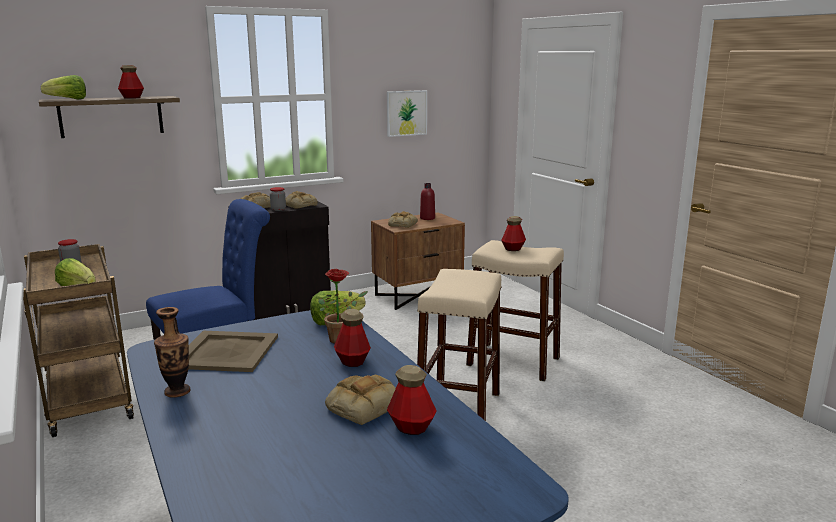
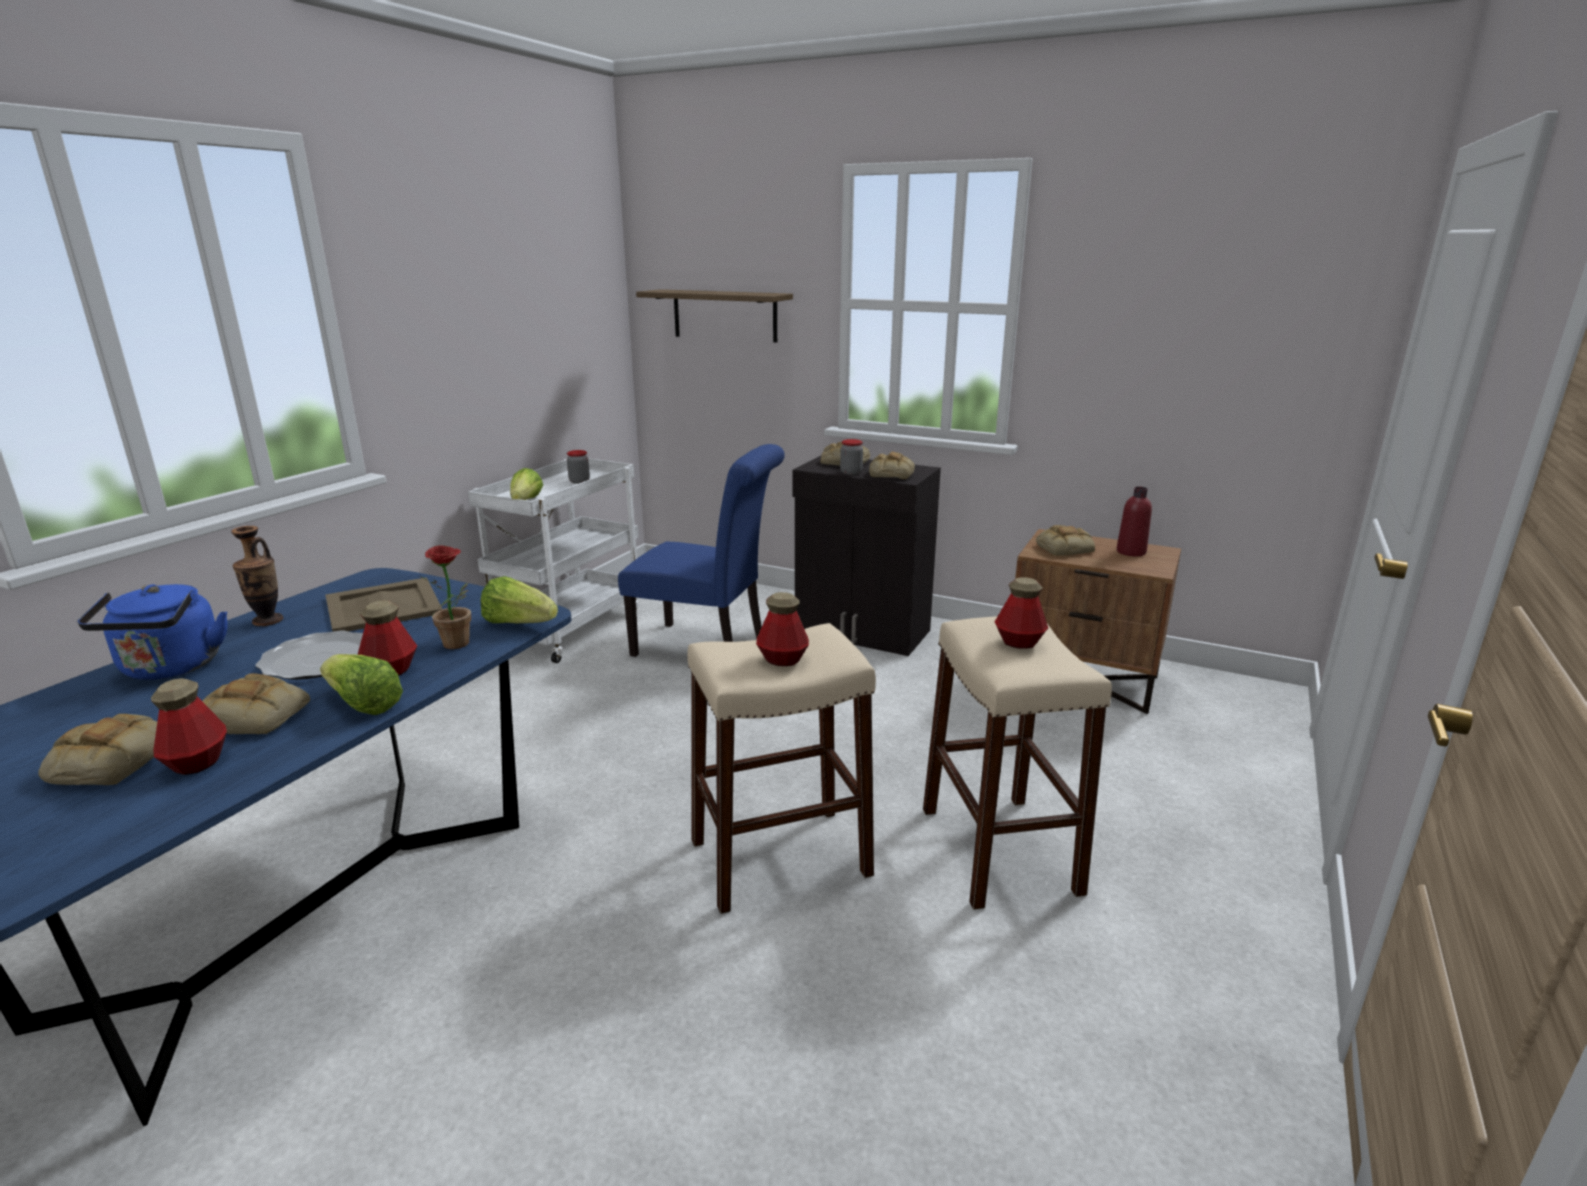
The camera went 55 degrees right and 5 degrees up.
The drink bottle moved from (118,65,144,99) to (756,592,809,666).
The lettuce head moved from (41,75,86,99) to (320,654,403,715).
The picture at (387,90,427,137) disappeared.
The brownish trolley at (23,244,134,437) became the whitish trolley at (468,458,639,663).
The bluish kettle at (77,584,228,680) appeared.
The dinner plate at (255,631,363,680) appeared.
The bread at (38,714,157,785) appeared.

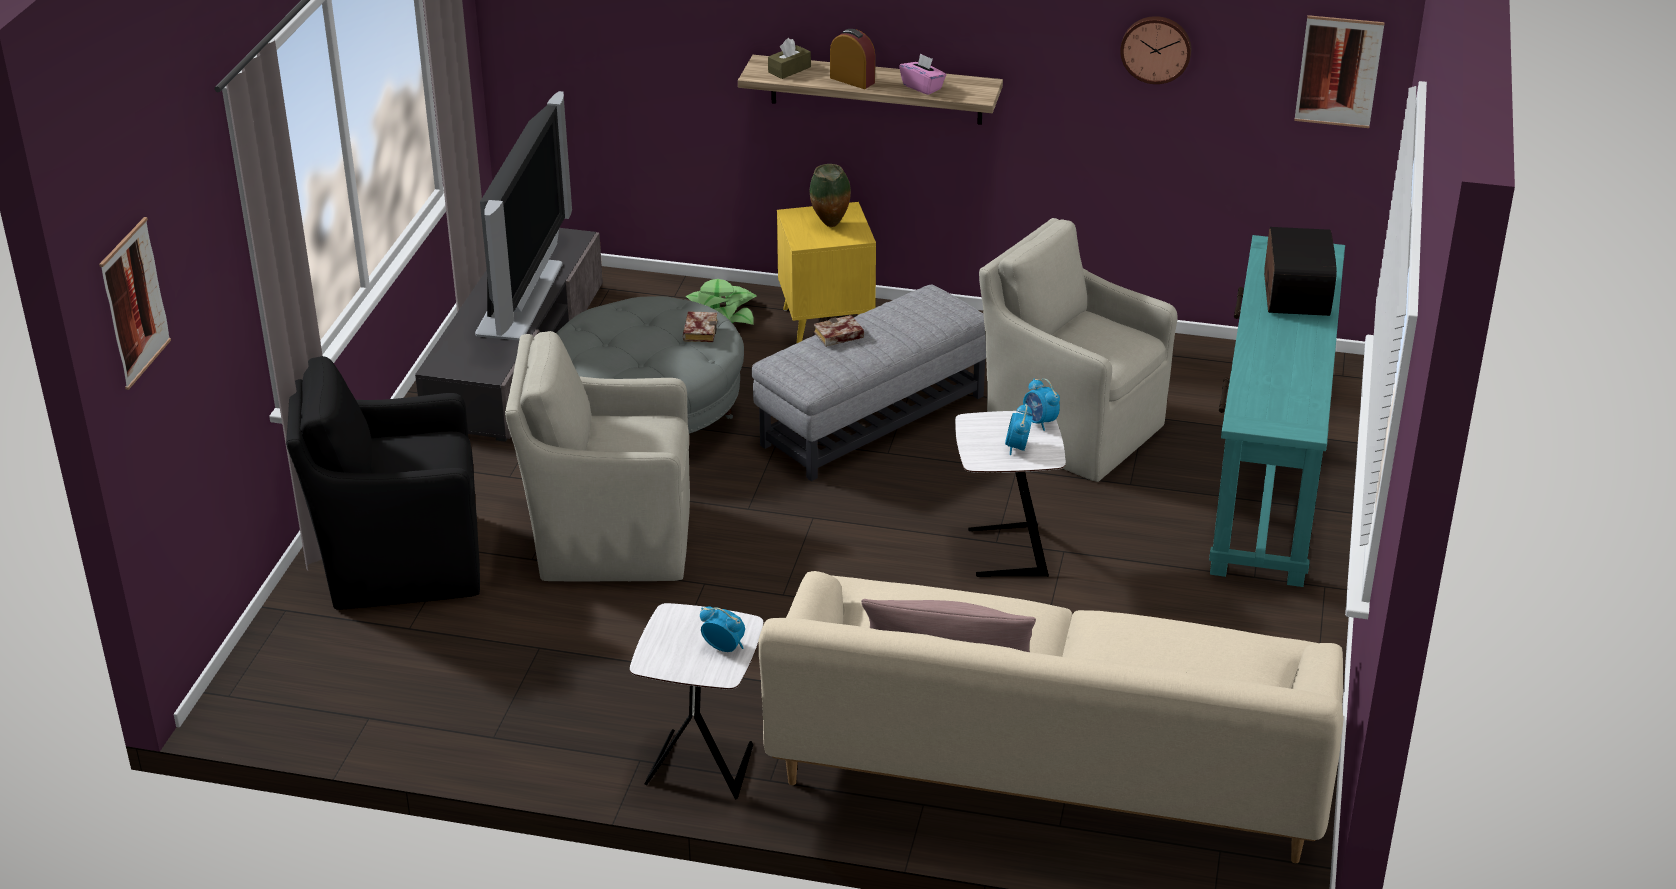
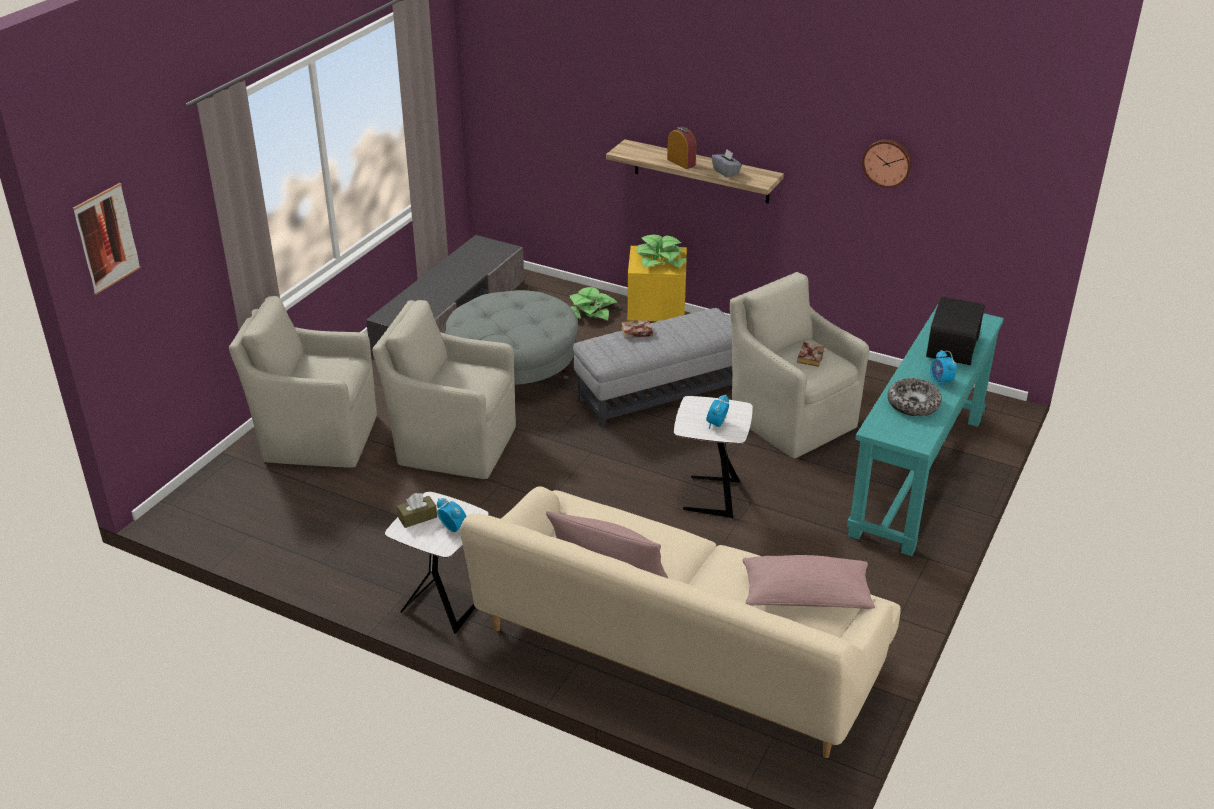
The camera went 15 degrees right and 0 degrees up.
The picture at (1294,15,1385,128) disappeared.
The brownish tissue box moved from (768,38,811,79) to (397,493,437,528).
The pink-coloured tissue box at (899,53,946,95) became the greyish tissue box at (712,149,742,178).
The TV at (475,91,572,340) disappeared.
The vase at (810,164,851,227) was replaced by the houseplant at (637,235,687,268).
The bound book moved from (683,311,718,342) to (797,342,825,367).
The blackish lounge chair at (286,356,480,610) became the beige-coloured lounge chair at (229,296,377,468).
The bedside clock moved from (1023,378,1060,431) to (930,350,957,388).
The serving bowl at (887,378,942,416) appeared.
The pink-coloured pillow at (743,555,875,609) appeared.

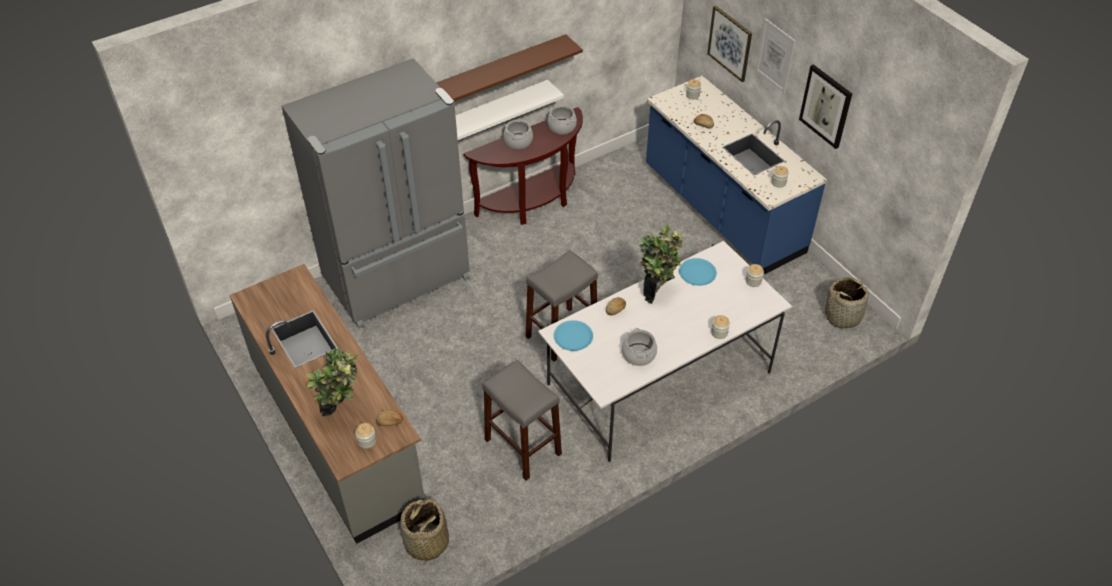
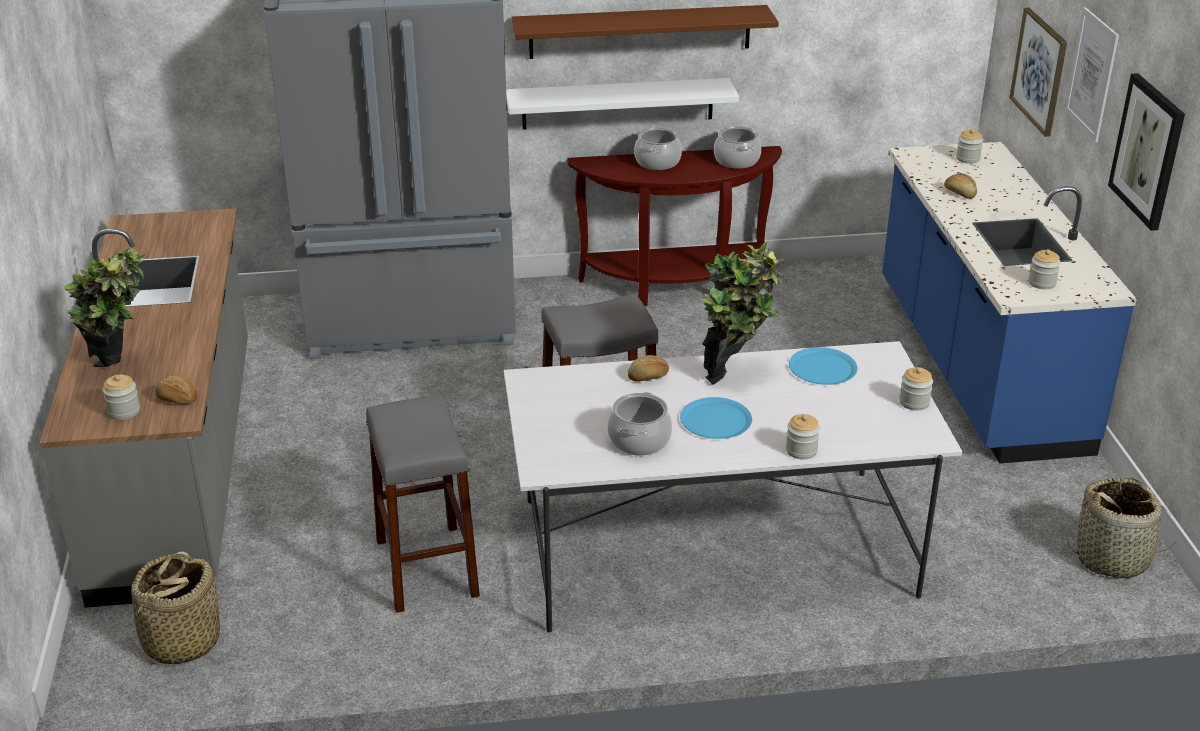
The camera went 25 degrees right and 15 degrees down.
The bluish dinner plate moved from (554,320,593,351) to (680,397,752,439).

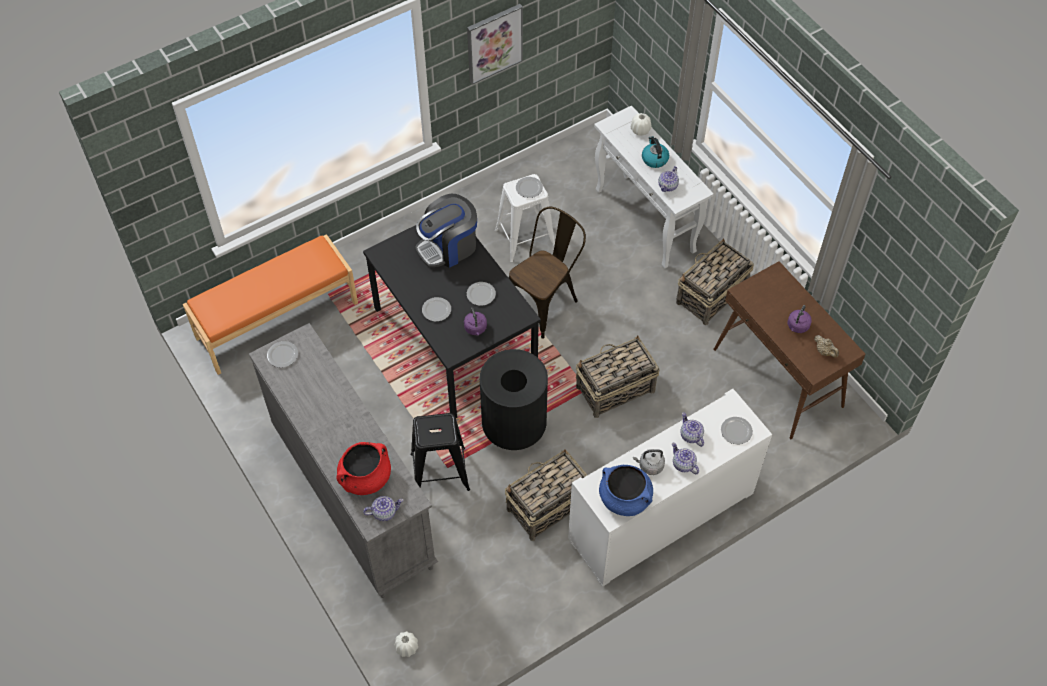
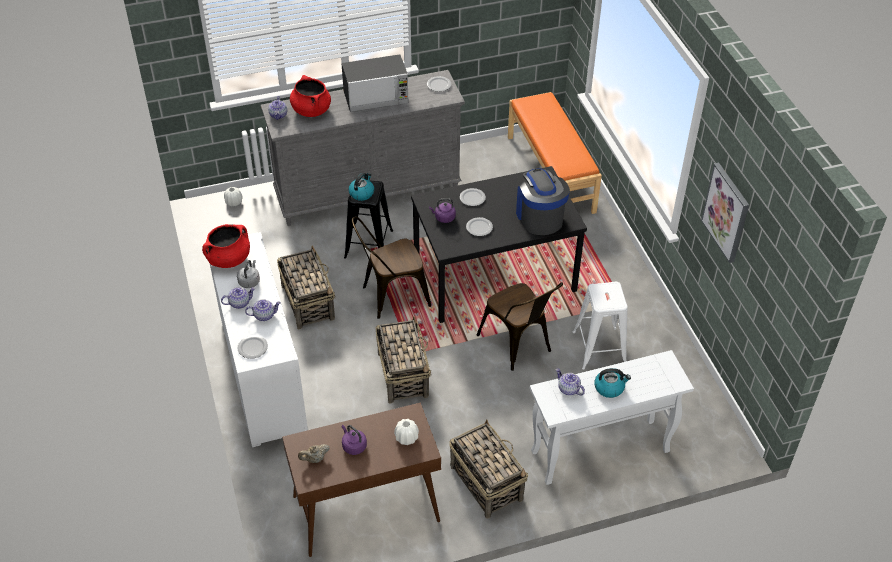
The camera went 105 degrees right and 10 degrees down.
The whitish vase moved from (631,113,651,136) to (394,419,419,445).
The dinner plate at (516,177,543,198) disappeared.
The blackish waste bin at (480,349,548,450) was replaced by the brownish upright chair at (352,217,431,319).
The bluish cooking pot at (599,465,653,516) became the reddish cooking pot at (202,224,250,268).
The microwave at (342,54,409,112) appeared.
The kettle at (349,173,374,201) appeared.

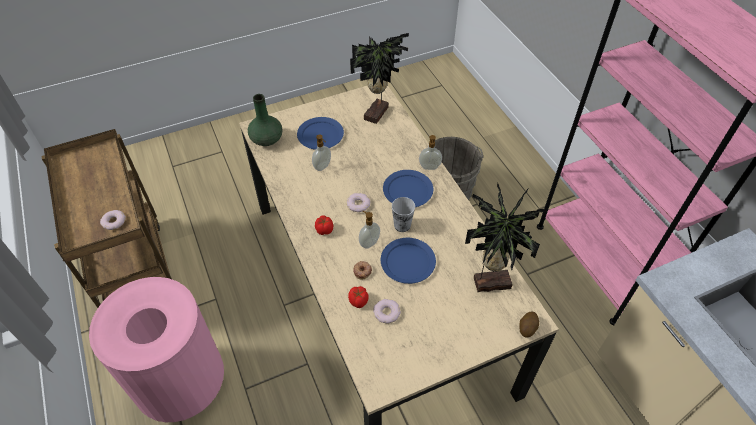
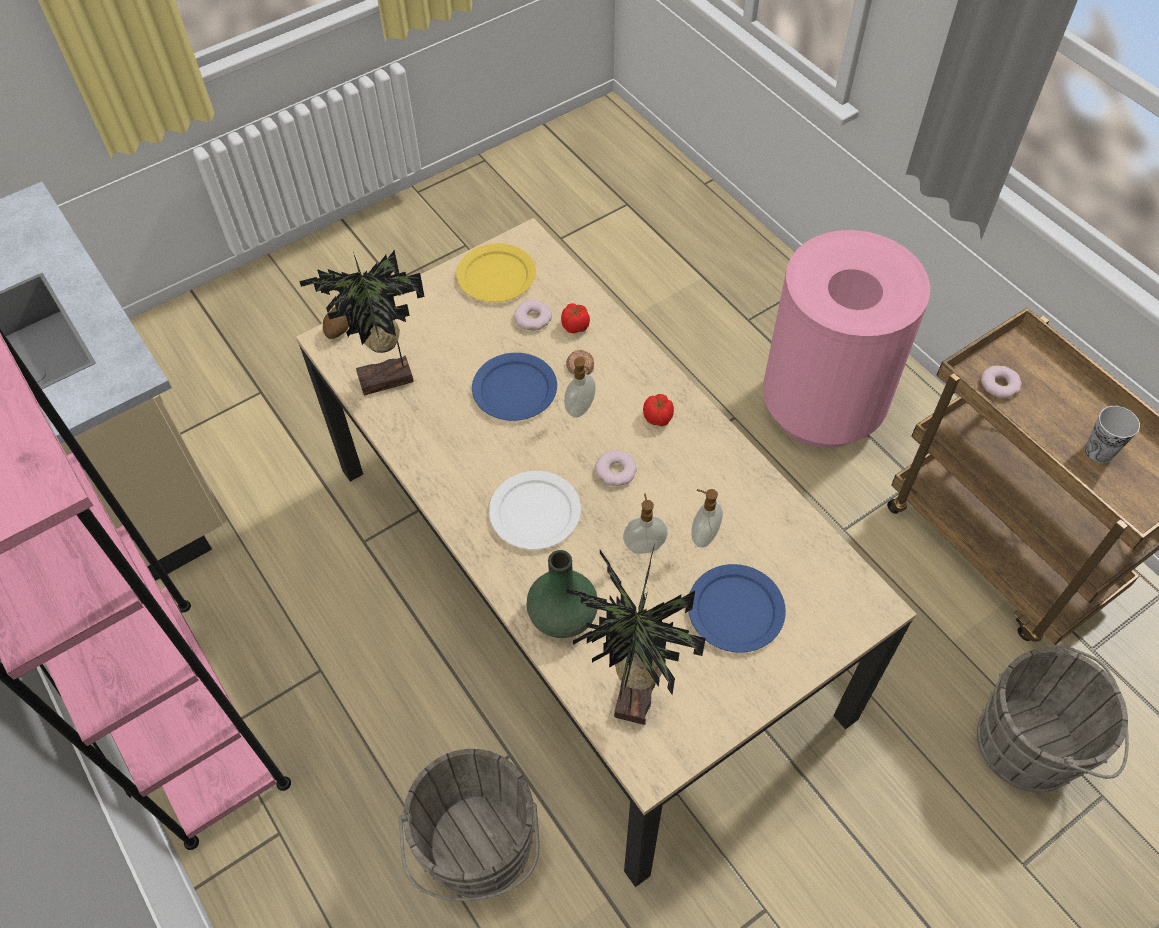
The camera went 170 degrees right and 5 degrees up.
The green vase moved from (248,94,282,146) to (526,550,598,638).
The soap bottle moved from (419,135,442,170) to (623,493,668,554).
The bluish dinner plate at (383,170,433,207) became the whitish dinner plate at (489,471,581,550).
The small cup moved from (392,197,415,232) to (1085,406,1140,463).
The yellowish dinner plate at (456,243,536,302) appeared.
The greyish bucket at (976,644,1129,794) appeared.

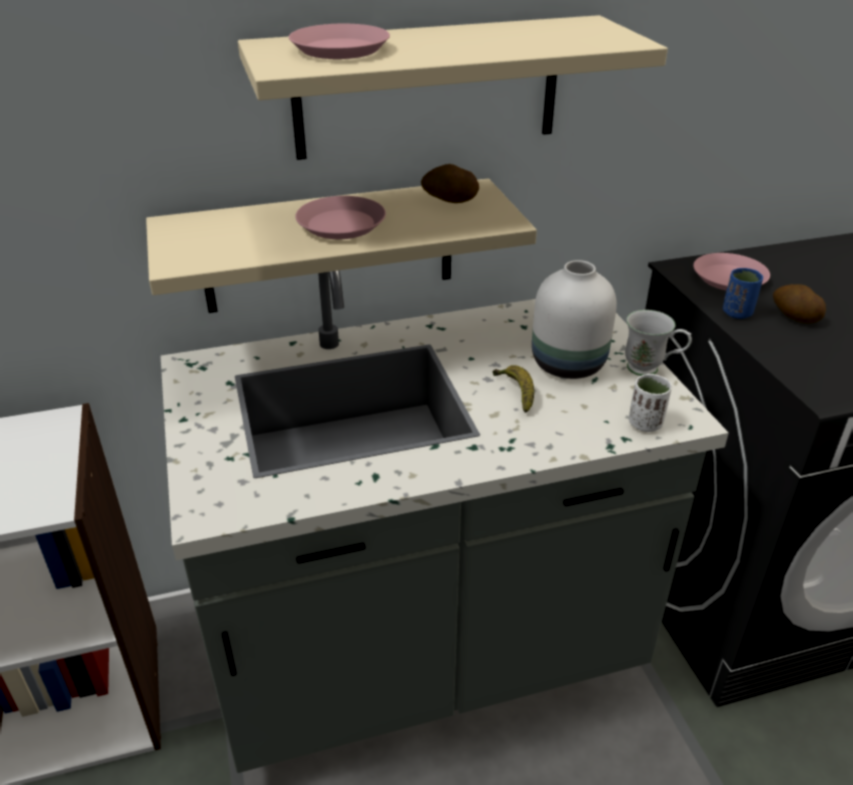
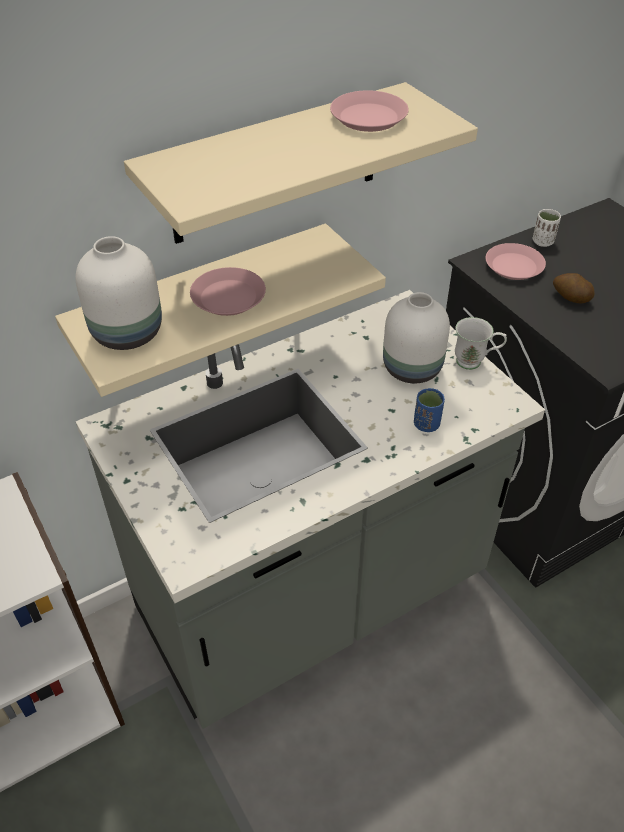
The camera went 15 degrees left and 10 degrees up.
The pink-coloured dinner plate moved from (289,24,390,59) to (330,90,409,132).
The potato at (421,164,479,203) disappeared.
The bluish small cup moved from (723,268,763,319) to (414,388,445,432).
The whole banana at (493,365,534,413) disappeared.
The whitish small cup moved from (629,374,672,432) to (533,209,561,247).
The whitish vase at (76,236,162,350) appeared.

